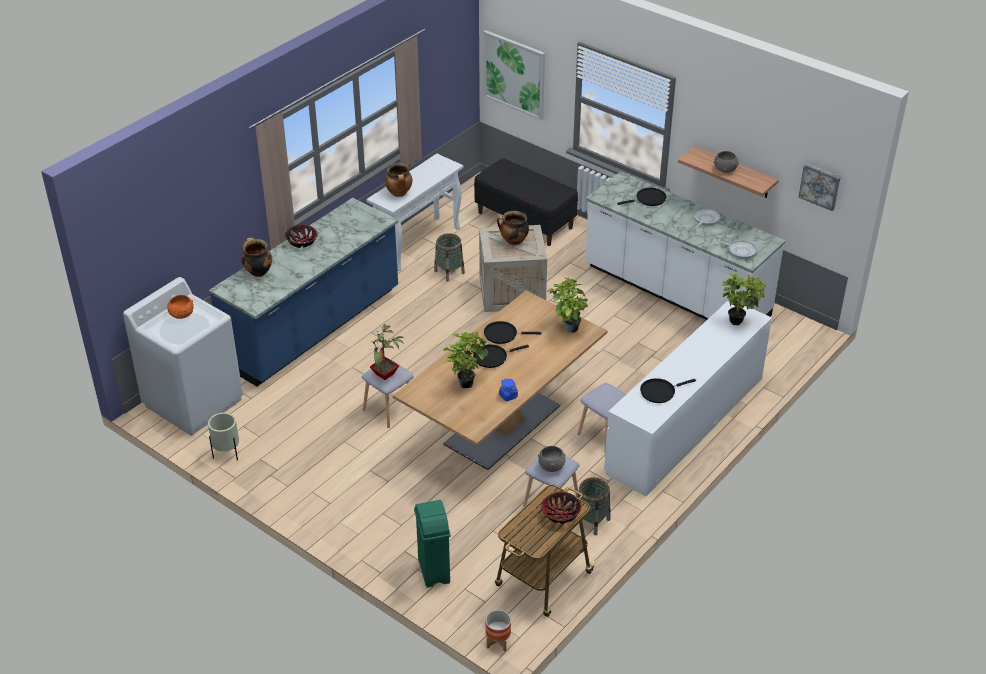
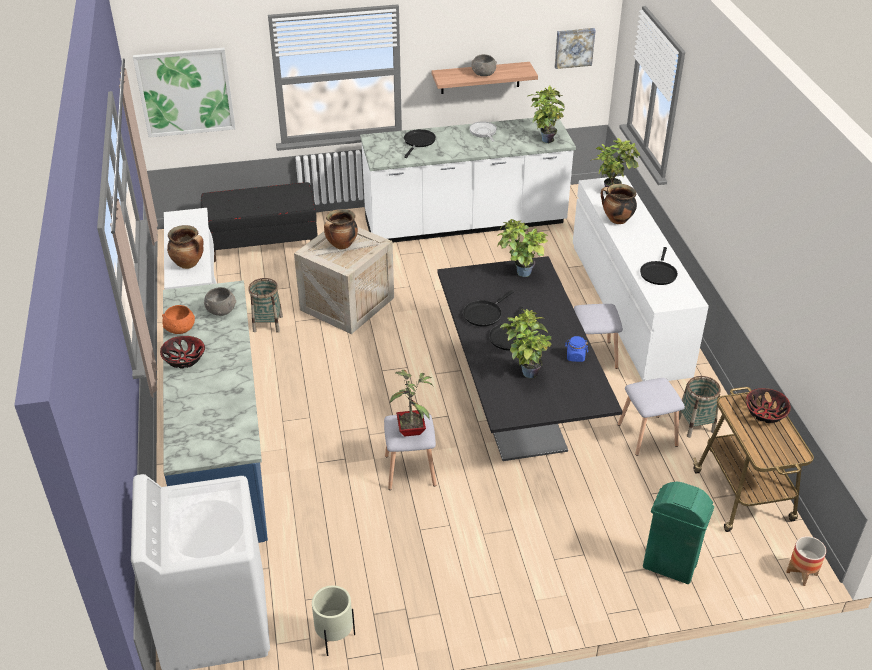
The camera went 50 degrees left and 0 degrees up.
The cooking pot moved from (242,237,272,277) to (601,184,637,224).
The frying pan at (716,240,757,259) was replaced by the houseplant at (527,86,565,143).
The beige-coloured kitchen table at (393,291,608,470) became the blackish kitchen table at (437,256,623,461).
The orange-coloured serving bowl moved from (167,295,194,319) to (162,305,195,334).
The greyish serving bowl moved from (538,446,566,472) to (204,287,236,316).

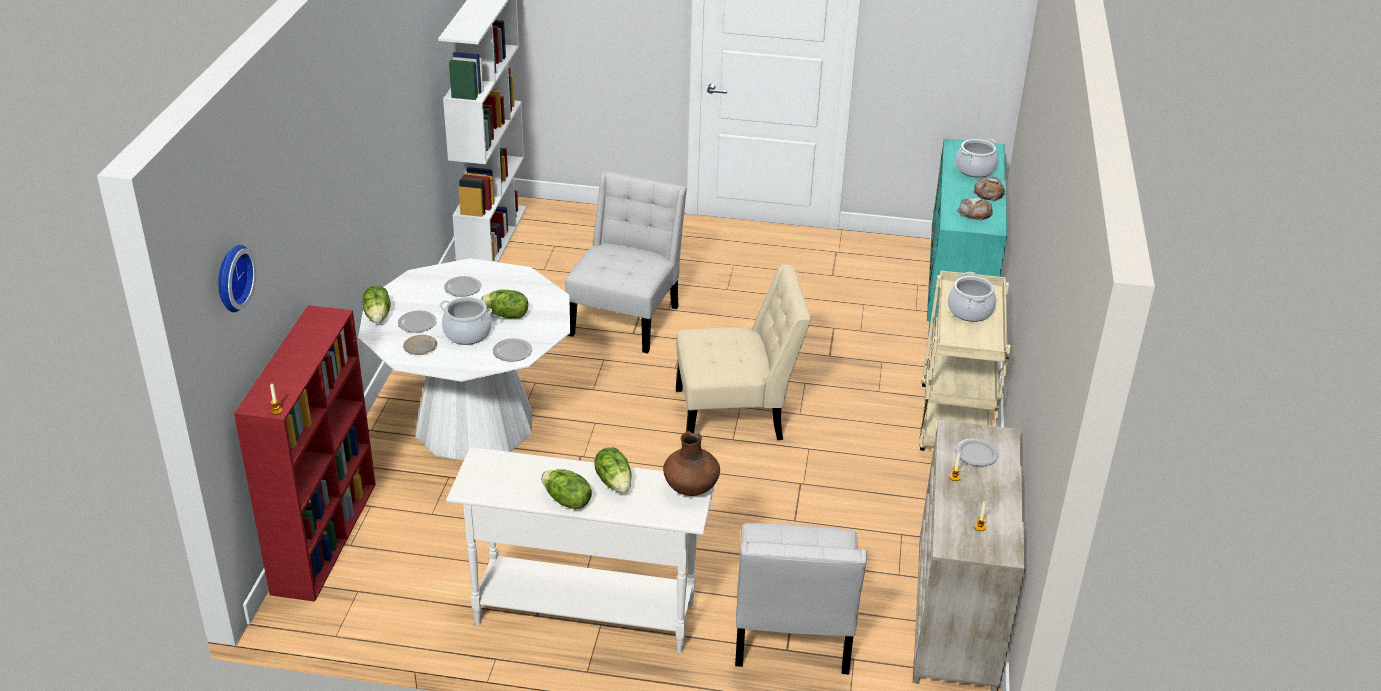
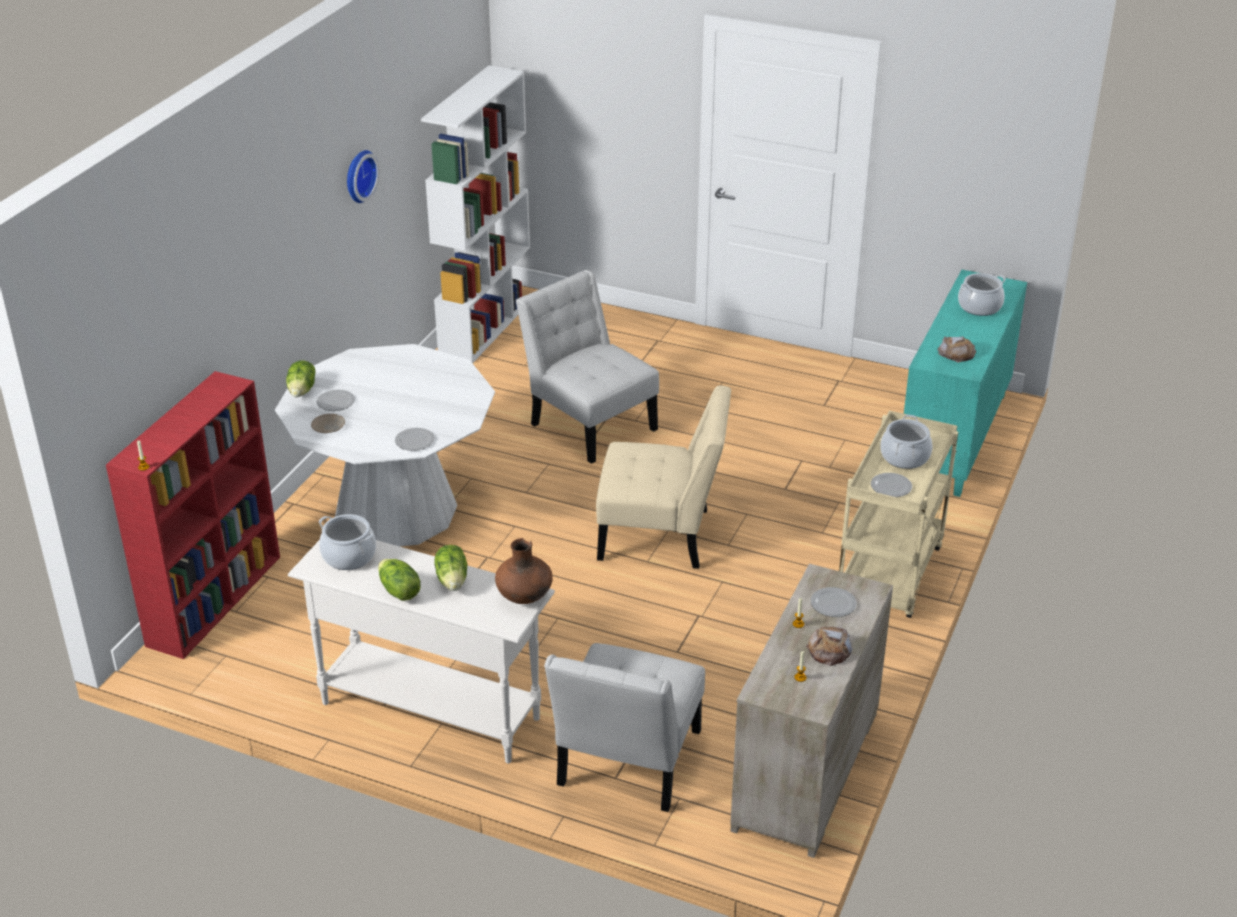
The camera went 15 degrees right and 0 degrees up.
The whitish upright chair at (565,171,687,353) turned 75 degrees counterclockwise.
The bread moved from (973,177,1005,201) to (806,626,853,666).
The hanging clock moved from (218,245,256,312) to (347,150,379,203).
The dinner plate moved from (444,276,481,297) to (871,473,912,497).
The lettuce head at (481,290,528,318) disappeared.
The cooking pot moved from (440,297,492,345) to (319,514,376,570).

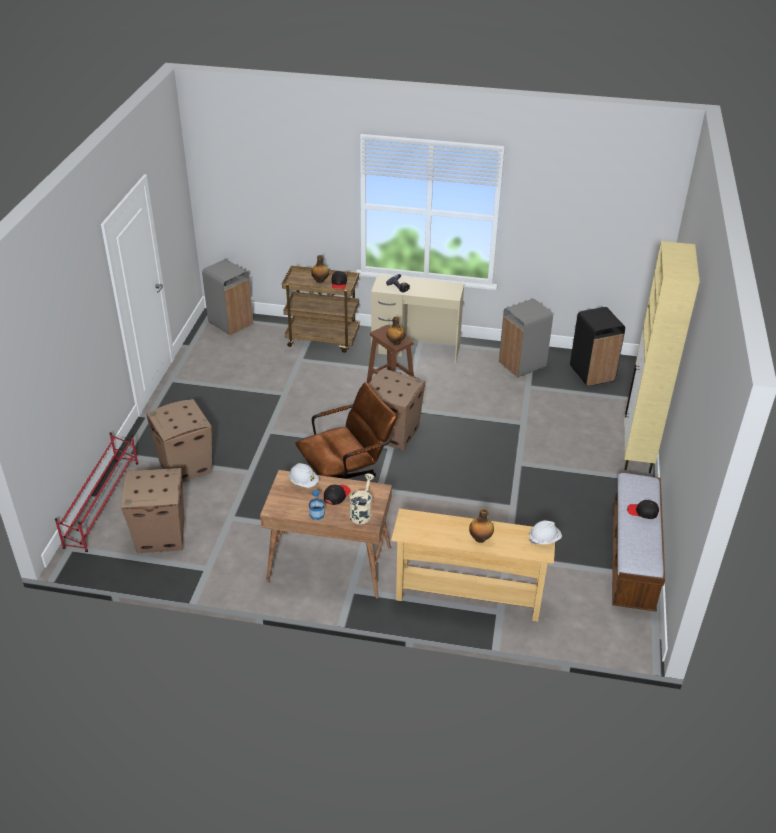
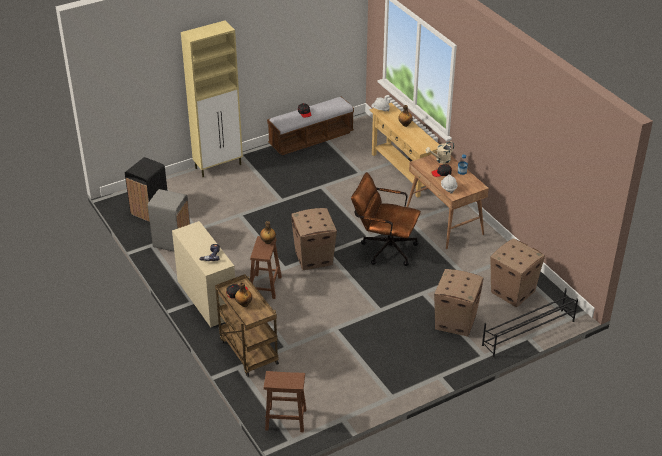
The camera went 130 degrees left and 0 degrees up.
The greyish waste bin at (202,259,253,335) was replaced by the brownish stool at (264,371,306,432).
The reddish shoe shelf at (55,432,138,552) became the blackish shoe shelf at (482,288,578,357).

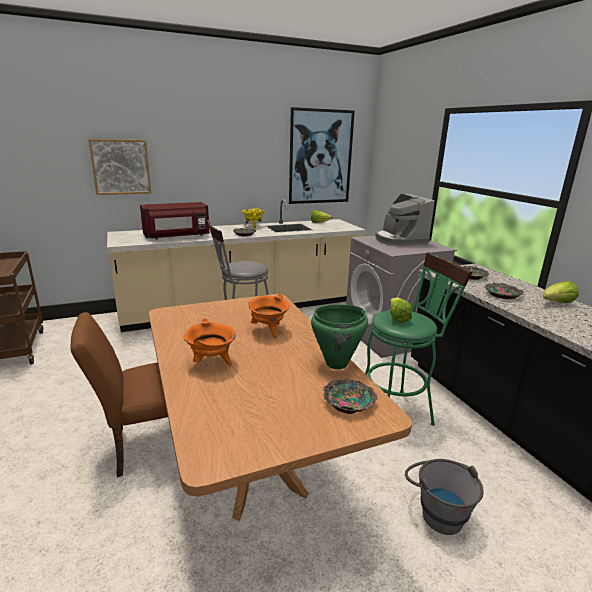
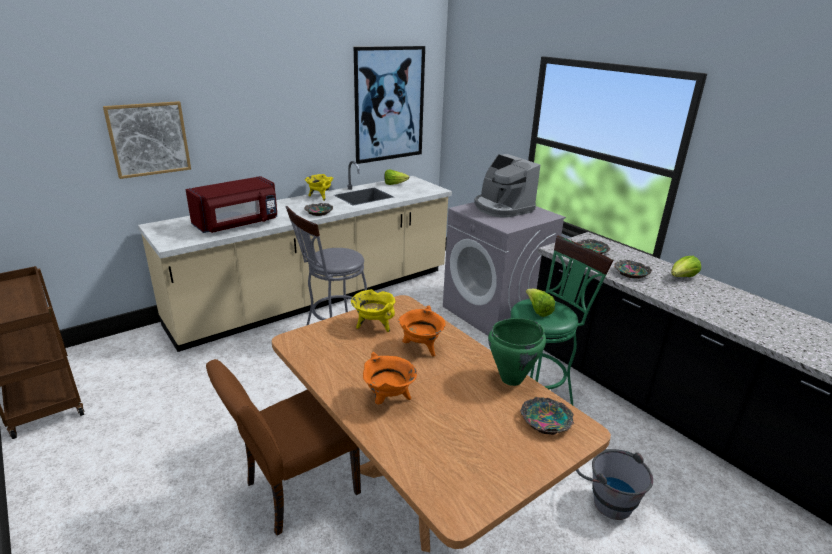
The camera went 15 degrees left and 5 degrees up.
The yellowish cooking pot at (351,289,395,332) appeared.

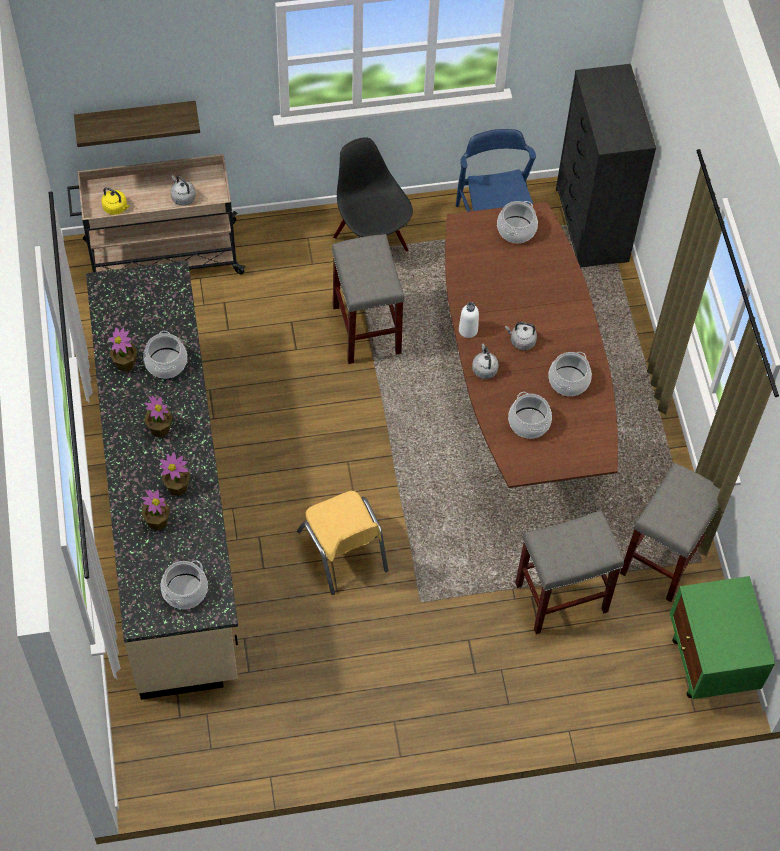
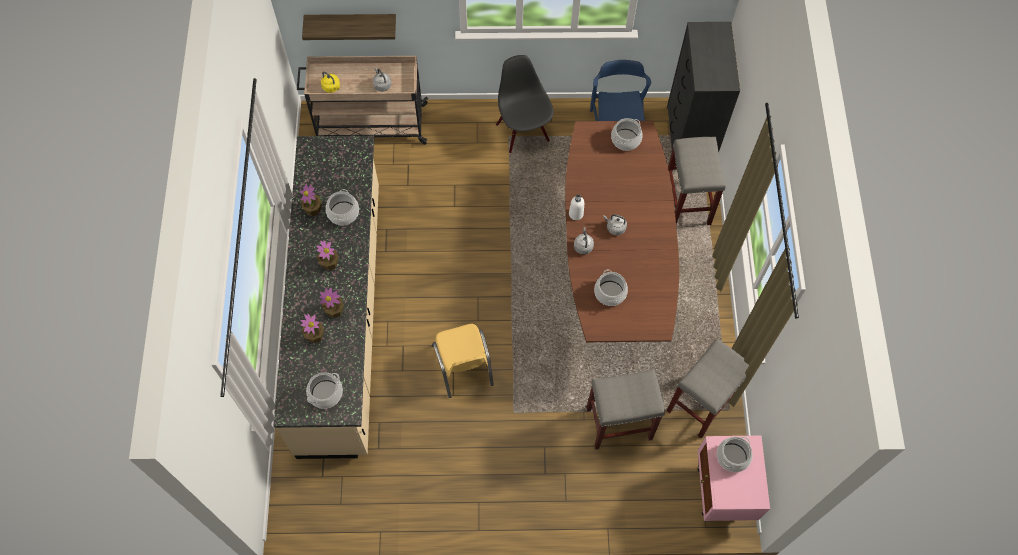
The camera went 10 degrees right and 5 degrees up.
The greyish stool moved from (332,234,405,364) to (668,137,726,225).
The cooking pot moved from (548,352,592,396) to (717,437,753,472).
The green bedside table at (670,576,775,699) became the pink-coloured bedside table at (698,436,770,521).

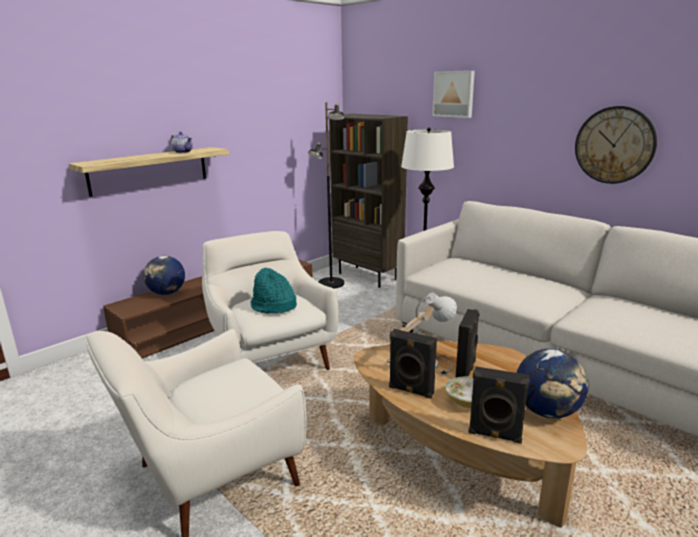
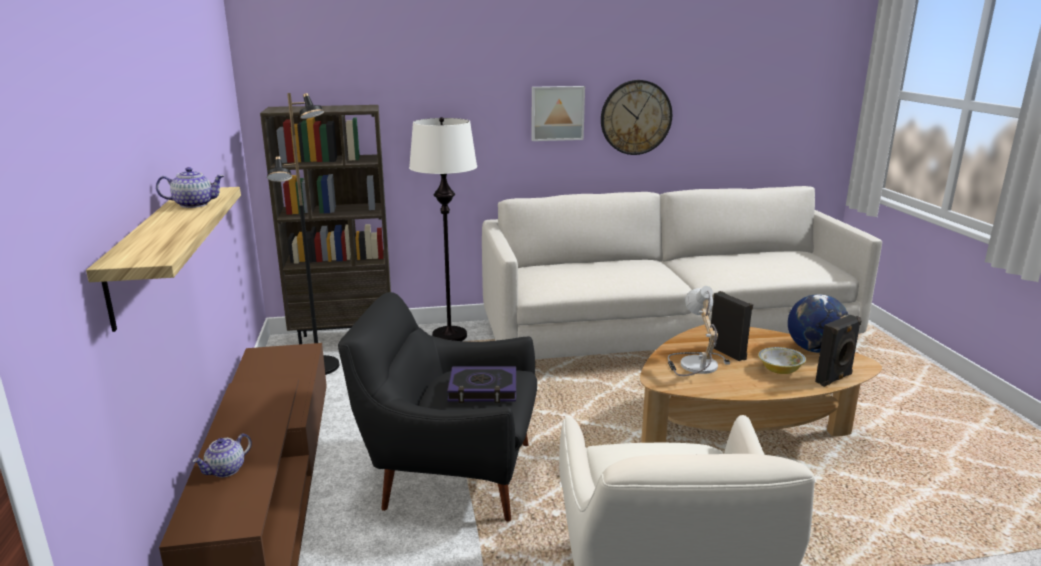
The camera went 55 degrees left and 0 degrees up.
The picture moved from (432,71,475,118) to (531,86,585,141).
The whitish lounge chair at (202,231,339,370) became the blackish lounge chair at (338,292,537,522).
The desk globe at (143,256,185,295) was replaced by the teapot at (192,434,252,477).
The turquoise hat at (251,268,297,314) was replaced by the bound book at (447,366,516,403).
The blackish loudspeaker at (389,329,437,399) disappeared.

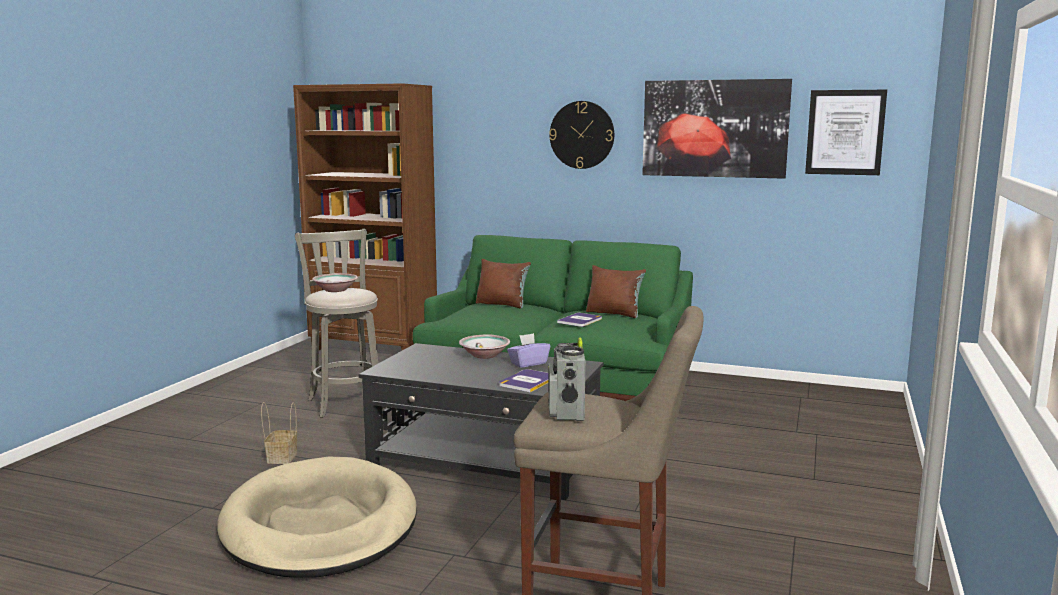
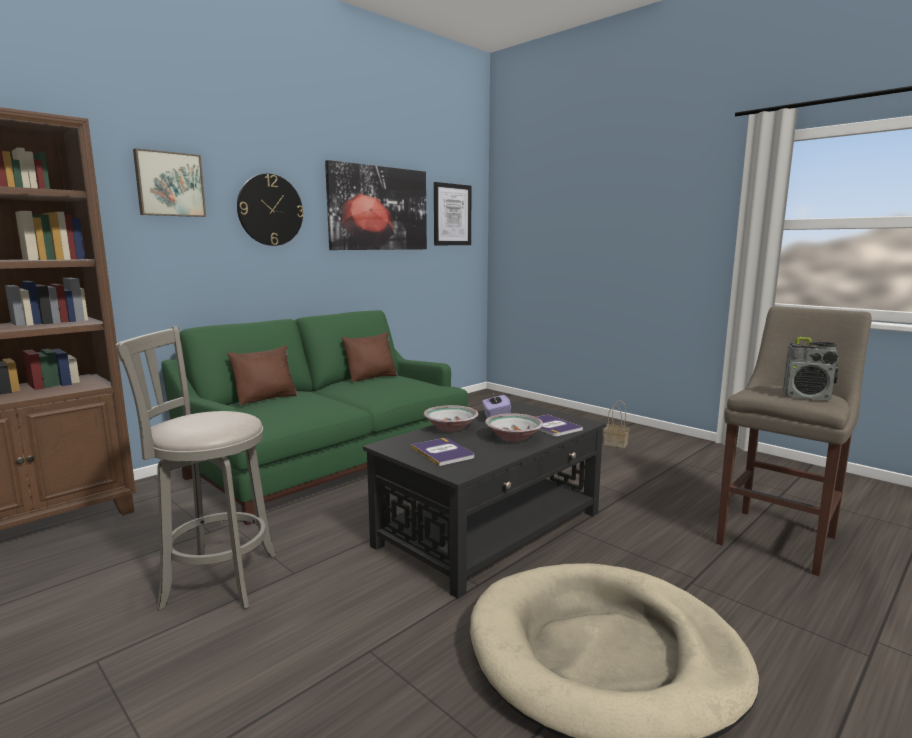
The camera went 65 degrees left and 0 degrees up.
The serving bowl moved from (312,273,358,292) to (485,413,543,442).
The bound book moved from (557,312,602,327) to (411,438,474,466).
The basket moved from (261,402,297,464) to (603,400,630,448).
The picture at (133,148,206,217) appeared.

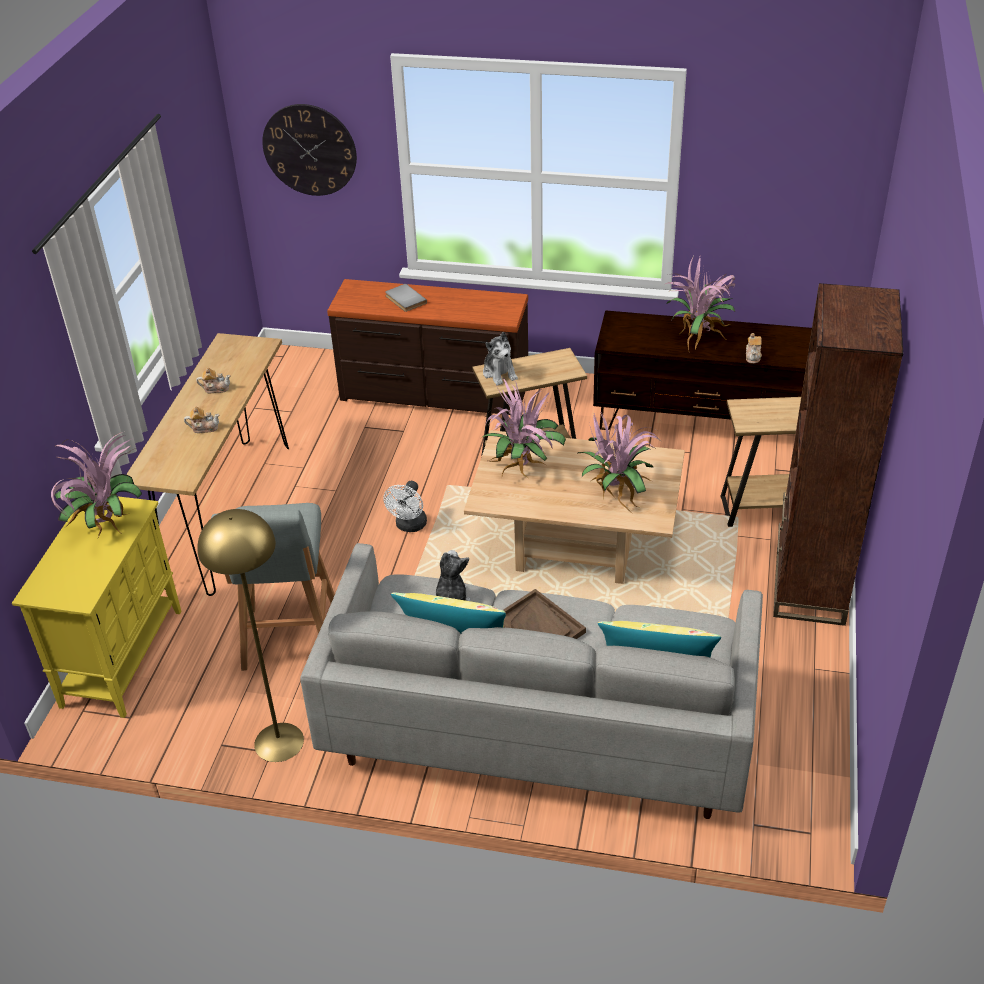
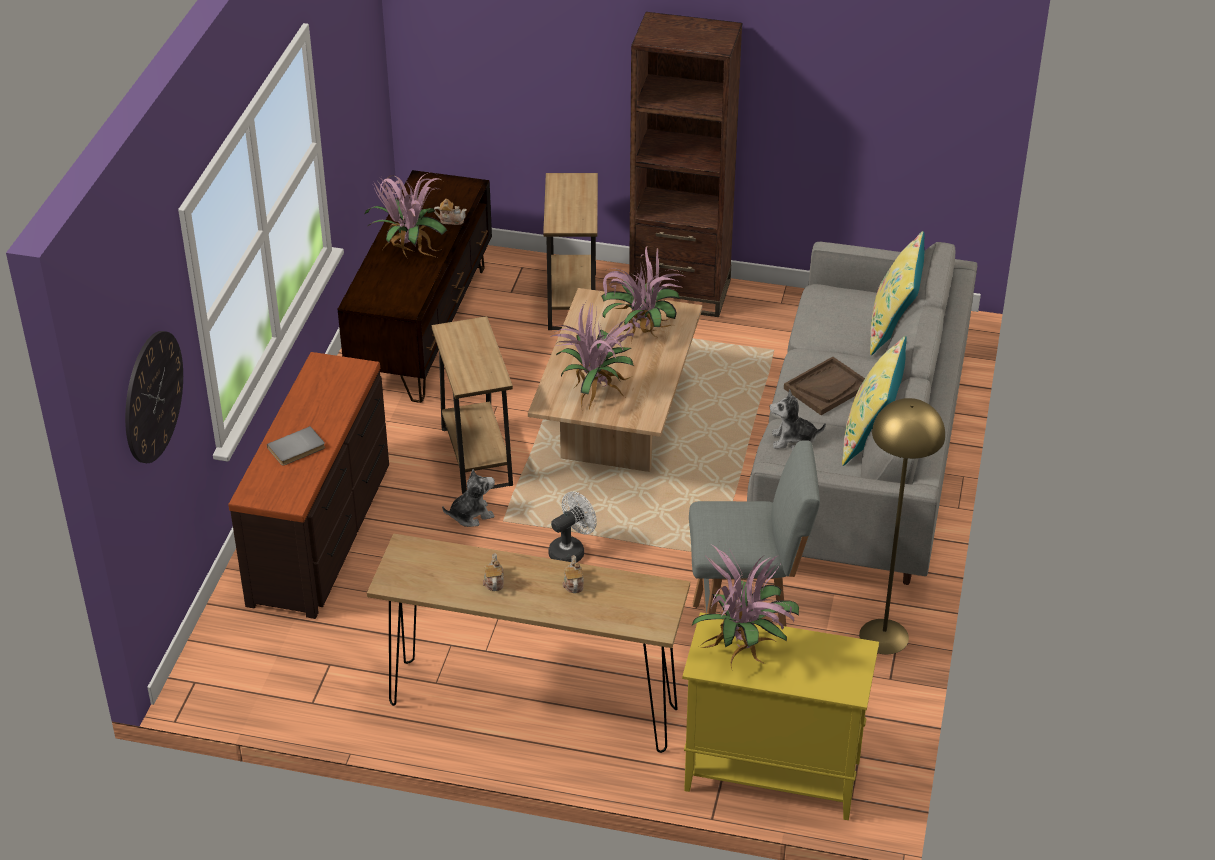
The camera went 90 degrees left and 0 degrees up.
The soft toy moved from (483,332,518,386) to (442,469,495,527).
The whitish cooling fan at (383,481,427,532) turned 60 degrees counterclockwise.

